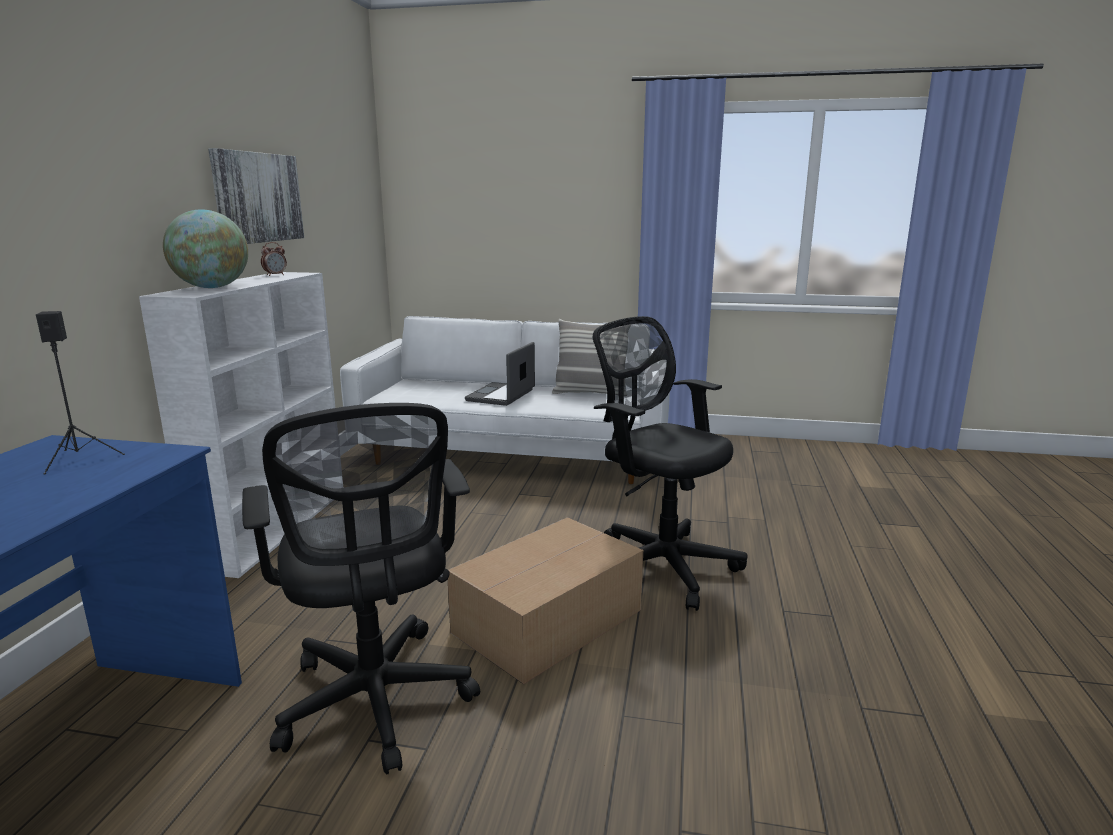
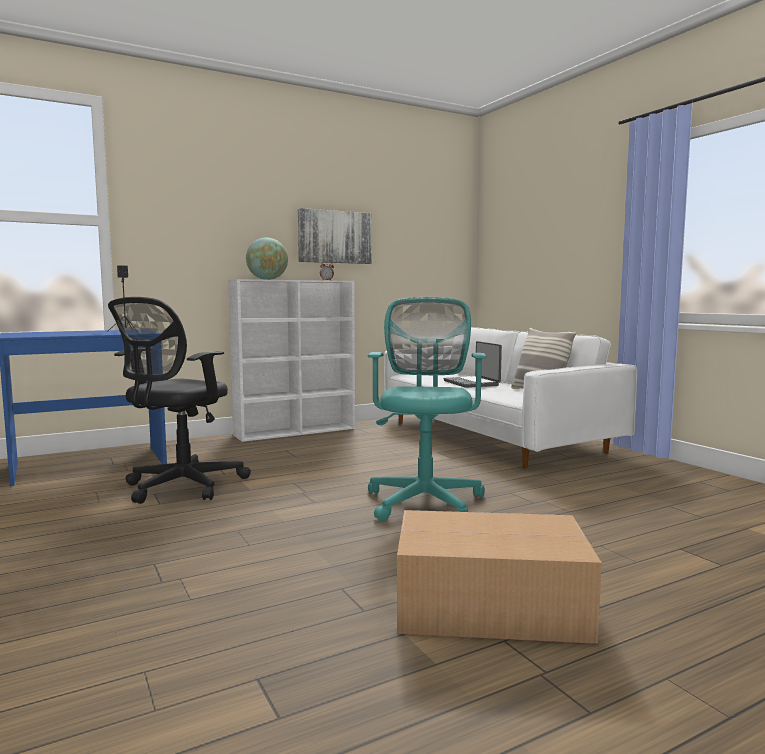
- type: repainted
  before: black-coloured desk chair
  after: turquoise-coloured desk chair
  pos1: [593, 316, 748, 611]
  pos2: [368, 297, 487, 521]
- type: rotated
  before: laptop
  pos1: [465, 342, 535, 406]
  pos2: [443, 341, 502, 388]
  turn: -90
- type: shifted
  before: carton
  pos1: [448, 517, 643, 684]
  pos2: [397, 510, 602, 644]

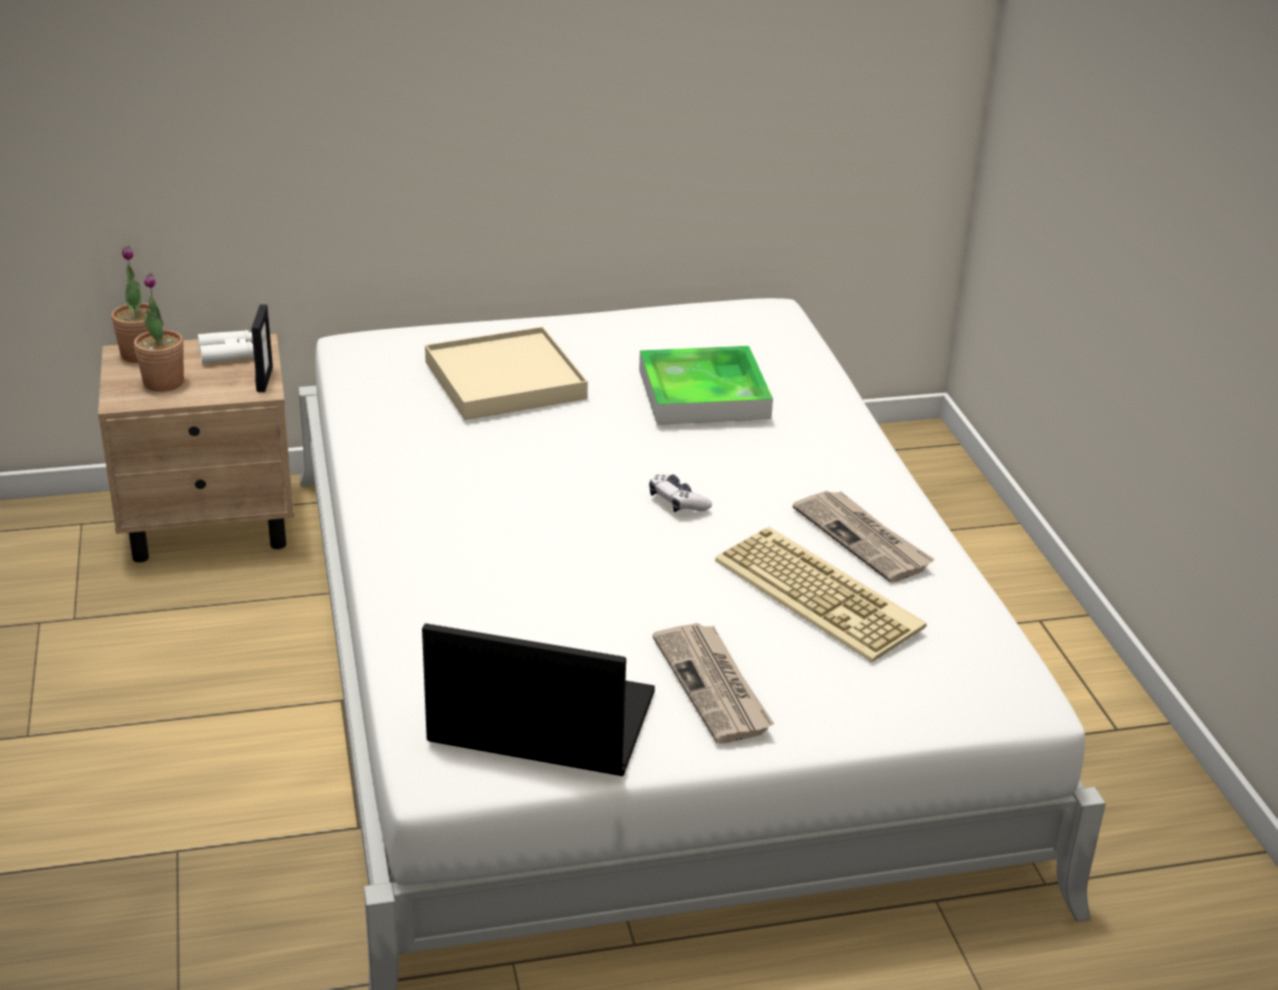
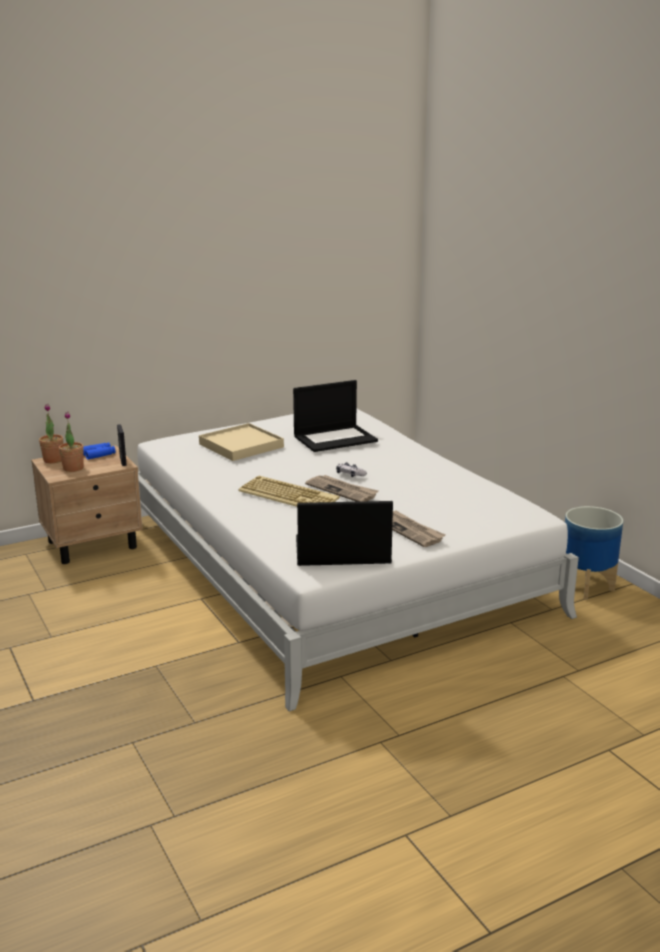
- type: repainted
  before: white-coloured binoculars
  after: blue binoculars
  pos1: [198, 330, 254, 364]
  pos2: [83, 442, 116, 460]
- type: swapped
  before: carrying tray
  after: laptop
  pos1: [639, 346, 773, 425]
  pos2: [293, 380, 378, 452]
- type: shifted
  before: newspaper
  pos1: [793, 491, 935, 582]
  pos2: [305, 475, 379, 502]
- type: shifted
  before: computer keyboard
  pos1: [715, 527, 927, 663]
  pos2: [238, 476, 340, 507]
- type: new
  after: plant pot
  pos2: [565, 506, 623, 600]

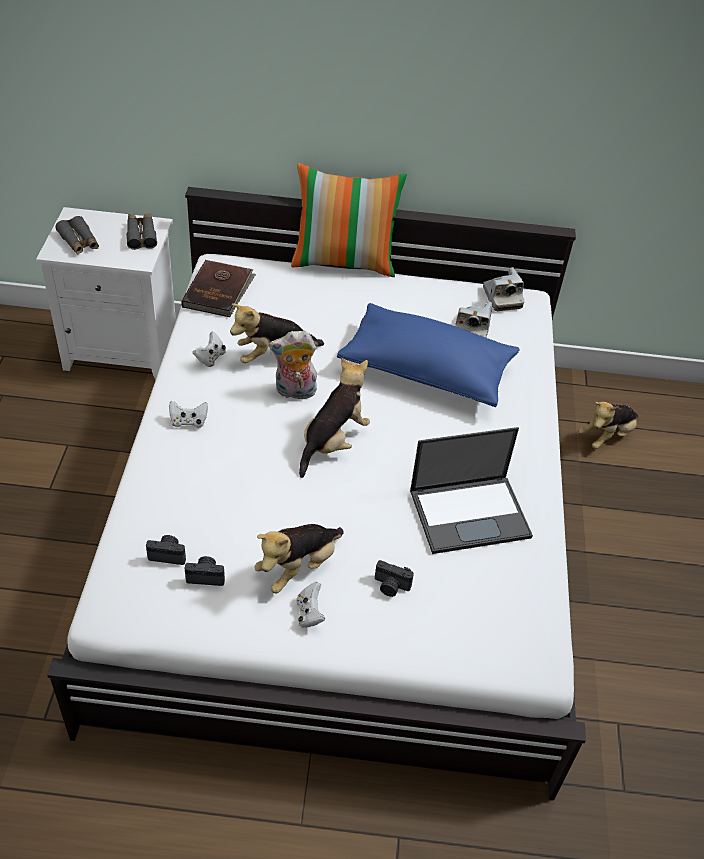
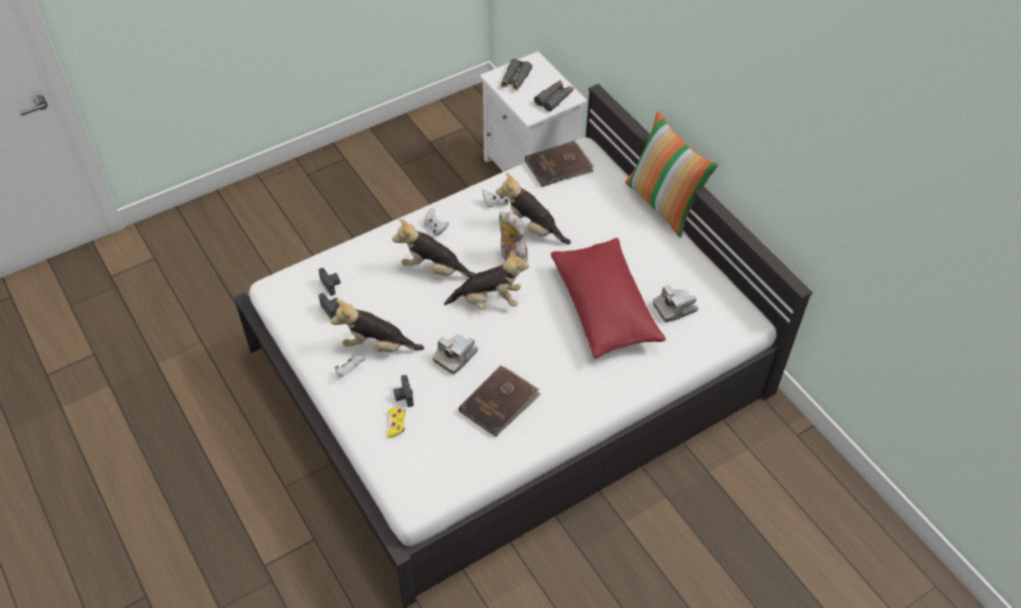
- type: shifted
  before: photo camera
  pos1: [483, 267, 524, 311]
  pos2: [432, 334, 478, 374]
- type: repainted
  before: blue cushion
  after: red-coloured cushion
  pos1: [337, 303, 519, 407]
  pos2: [551, 238, 666, 359]
- type: shifted
  before: cuddly toy
  pos1: [579, 402, 639, 449]
  pos2: [392, 219, 476, 277]
- type: swapped
  before: laptop
  after: brown book
  pos1: [410, 427, 533, 554]
  pos2: [459, 365, 541, 437]
- type: new
  after: yellow joypad
  pos2: [387, 407, 405, 438]

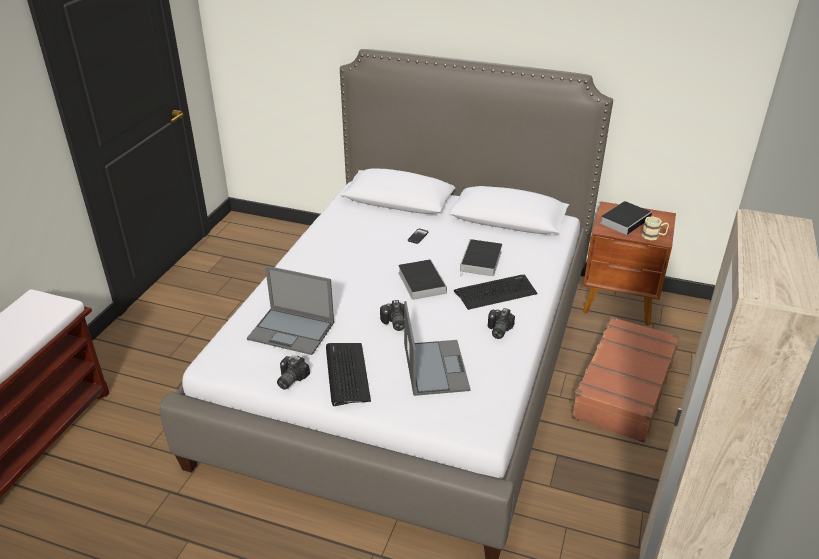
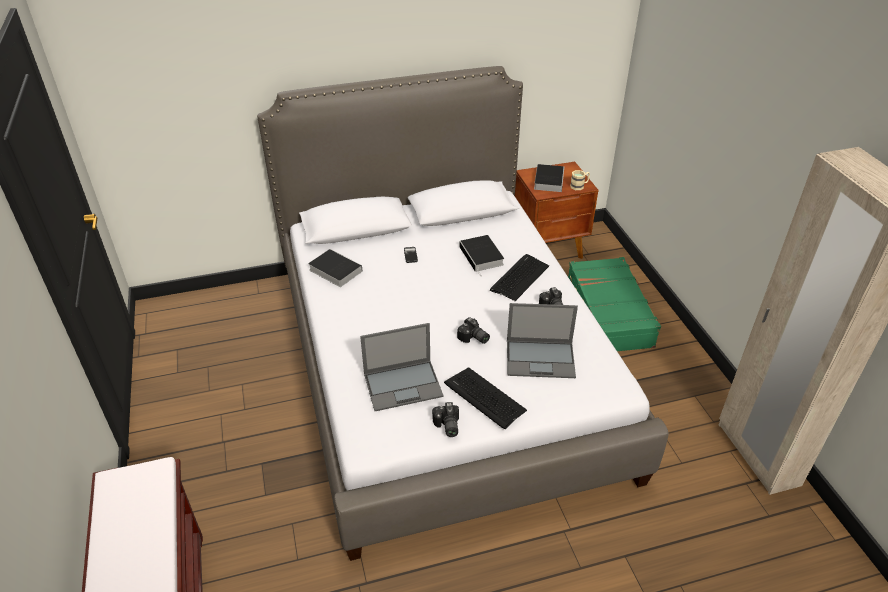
- type: shifted
  before: book
  pos1: [398, 259, 447, 300]
  pos2: [308, 249, 363, 287]
- type: rotated
  before: laptop
  pos1: [404, 301, 471, 396]
  pos2: [507, 303, 578, 378]
  turn: 135
- type: repainted
  before: brown piece of luggage
  after: green piece of luggage
  pos1: [570, 316, 679, 443]
  pos2: [568, 257, 661, 351]

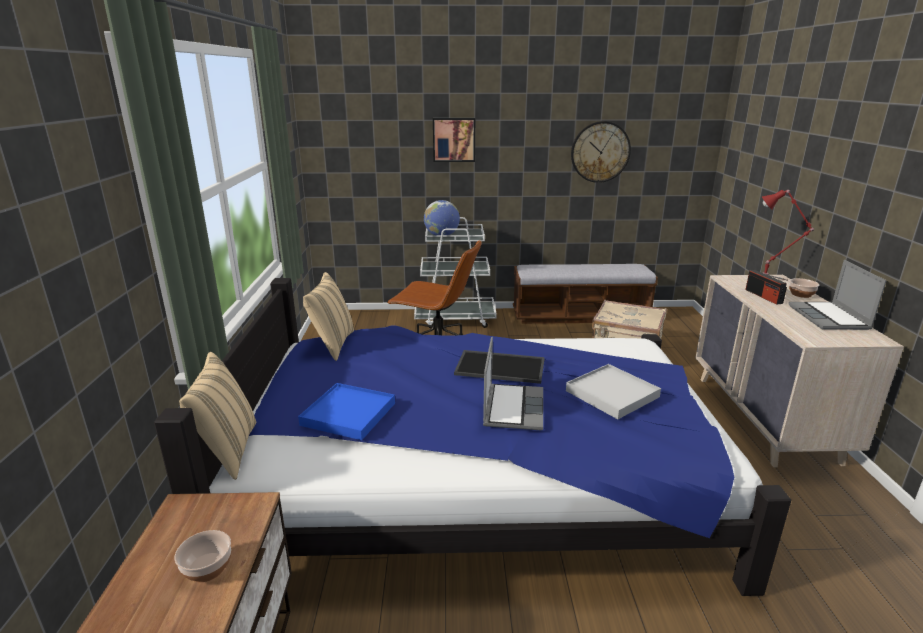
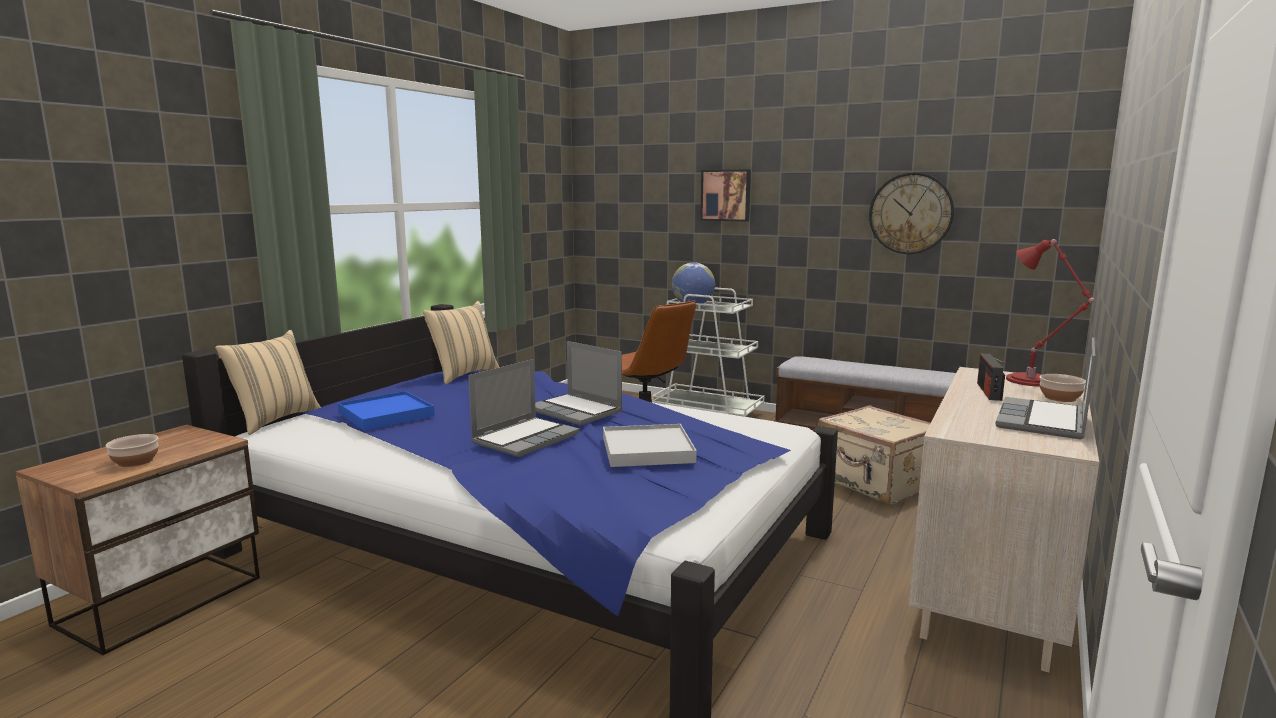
- type: swapped
  before: carrying tray
  after: laptop
  pos1: [454, 350, 545, 384]
  pos2: [535, 341, 623, 425]

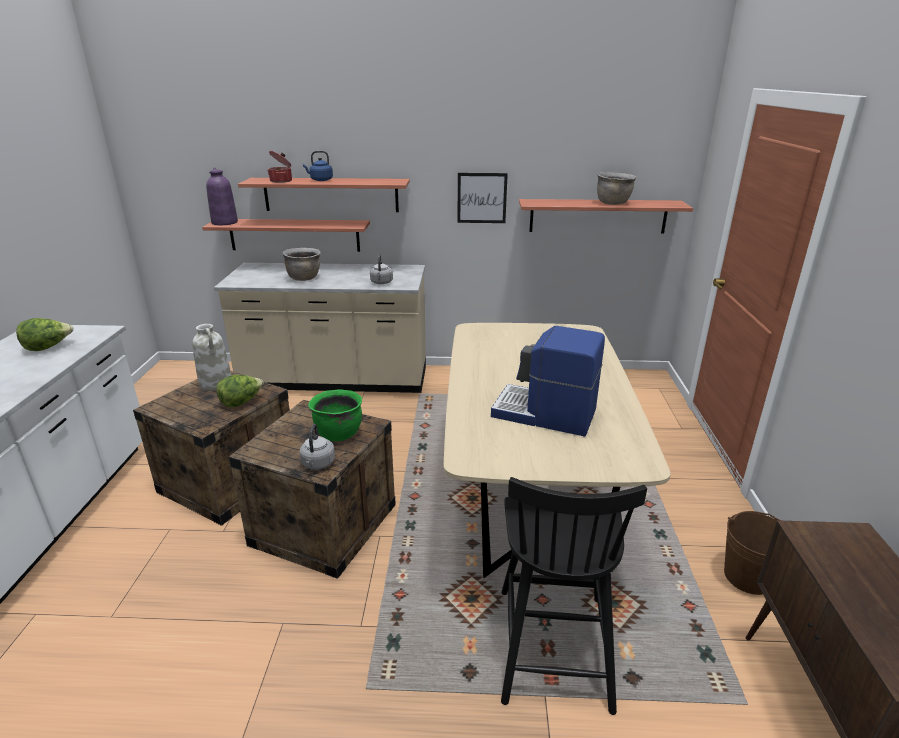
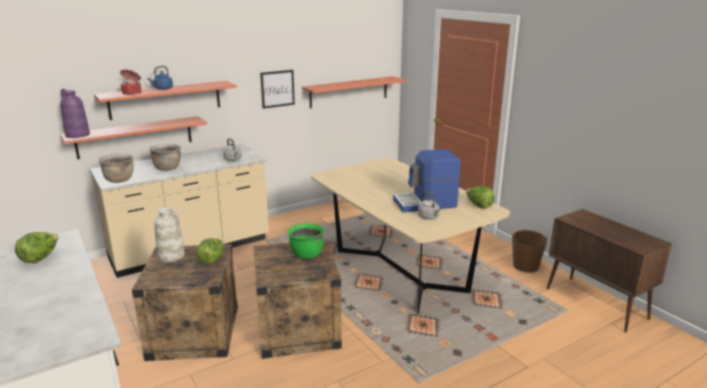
- type: shifted
  before: brown cooking pot
  pos1: [597, 172, 636, 205]
  pos2: [98, 154, 134, 183]
- type: shifted
  before: greyish tea kettle
  pos1: [299, 424, 335, 470]
  pos2: [418, 192, 440, 219]
- type: gone
  before: black-coloured upright chair
  pos1: [501, 477, 647, 715]
- type: new
  after: lettuce head
  pos2: [465, 186, 495, 208]

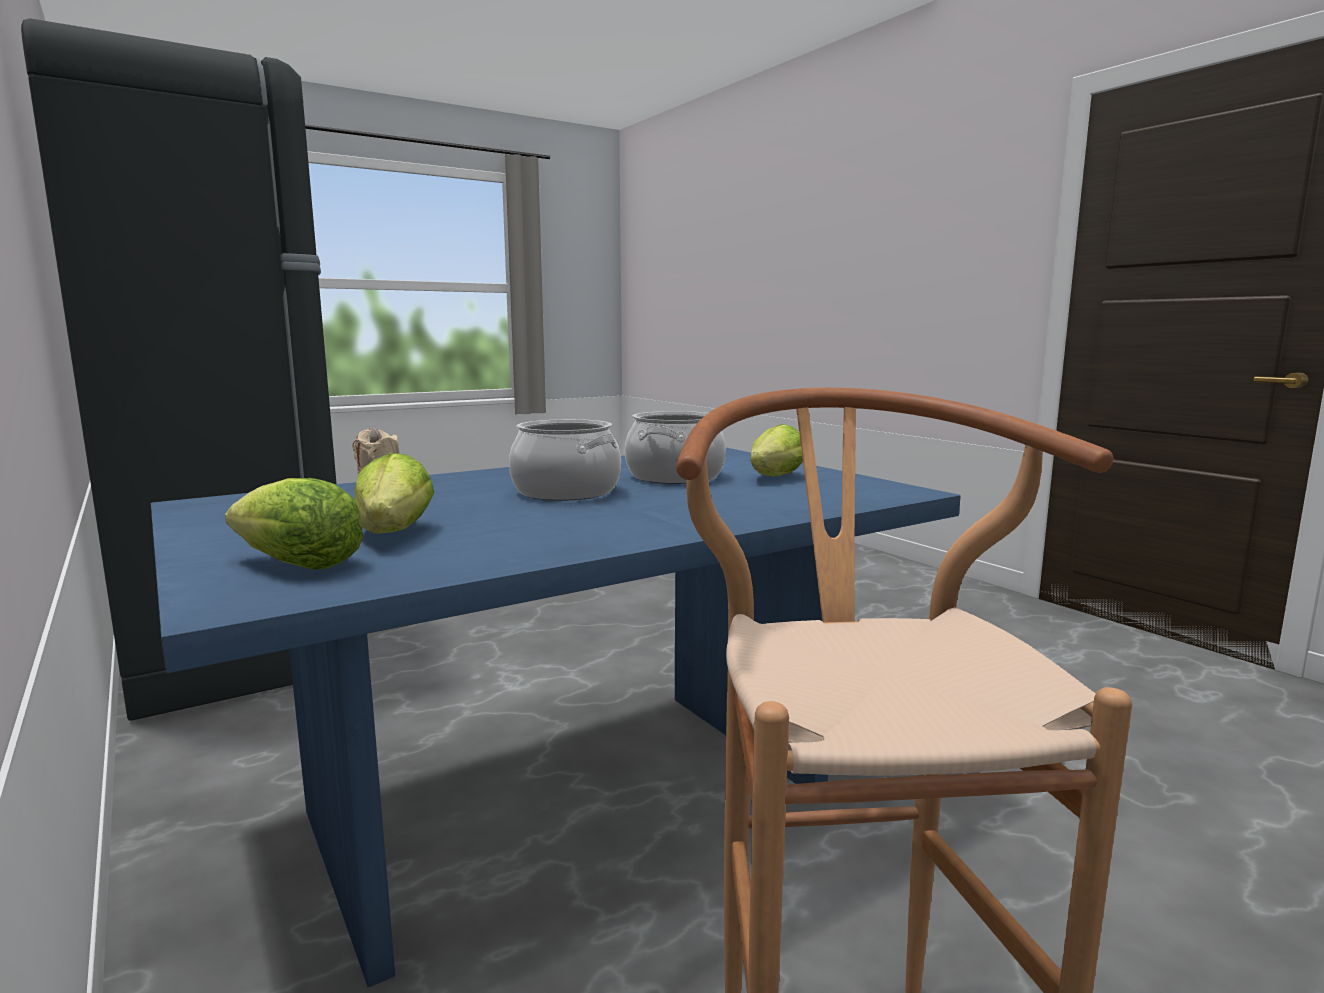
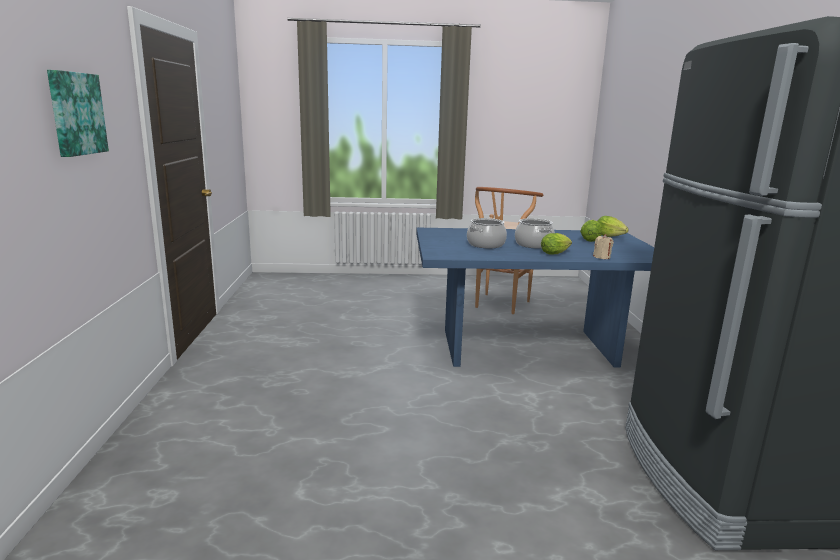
- type: shifted
  before: lettuce head
  pos1: [750, 424, 803, 477]
  pos2: [541, 233, 572, 254]
- type: new
  after: wall art
  pos2: [47, 70, 109, 157]

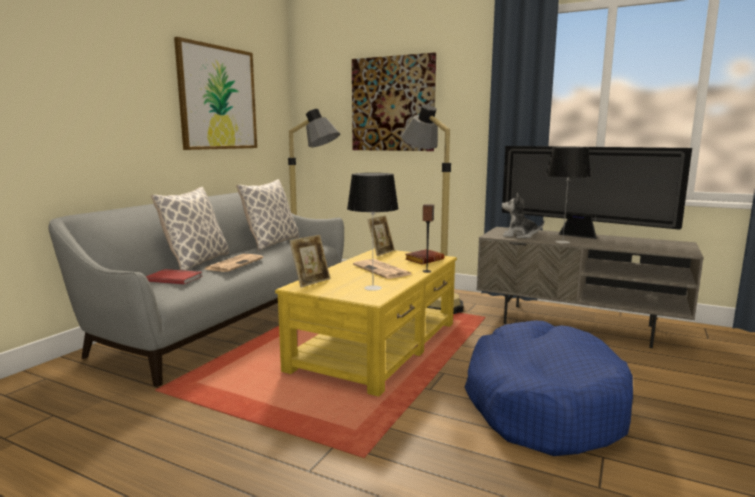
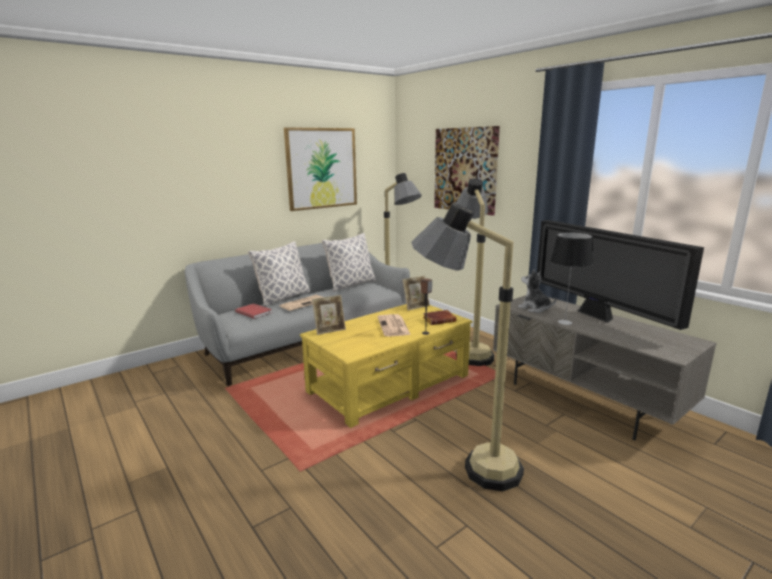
- type: gone
  before: tabletop lamp
  pos1: [347, 173, 399, 291]
- type: swapped
  before: blue dog cushion
  after: standard lamp
  pos1: [465, 320, 633, 456]
  pos2: [411, 203, 524, 491]

